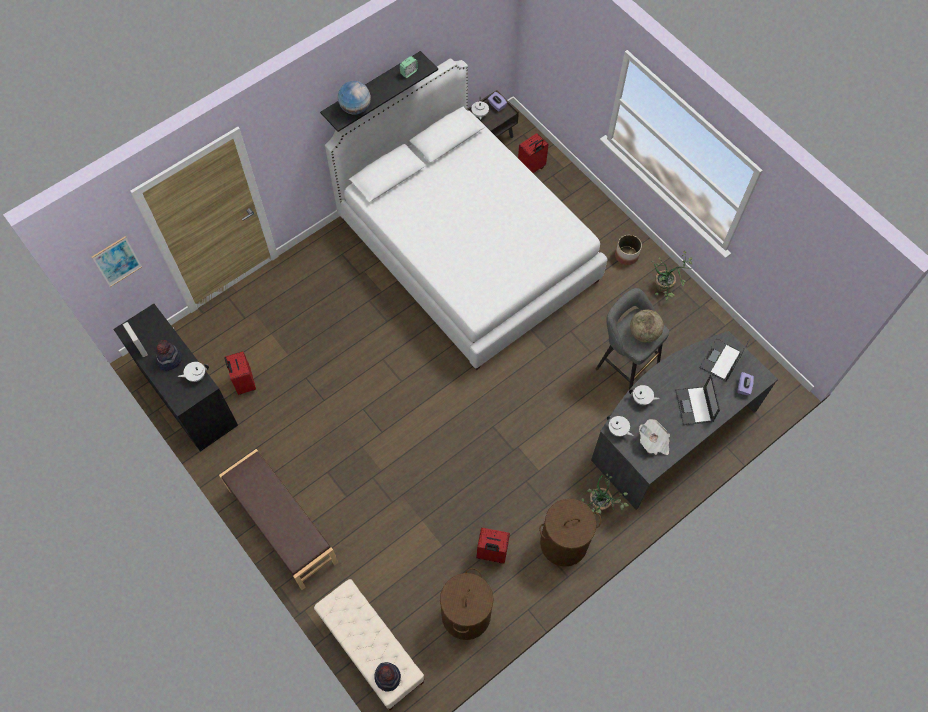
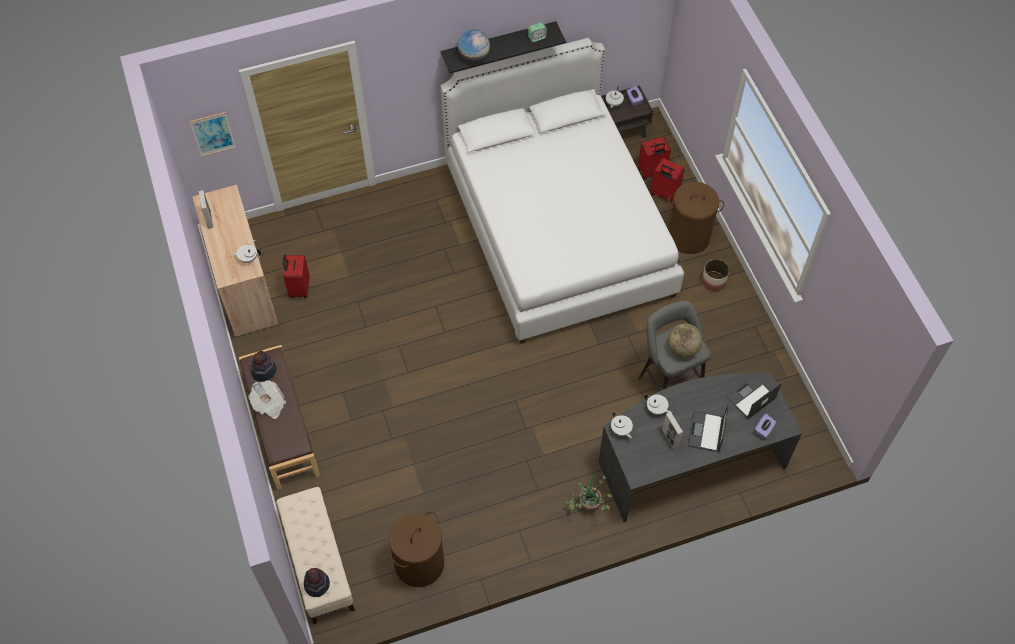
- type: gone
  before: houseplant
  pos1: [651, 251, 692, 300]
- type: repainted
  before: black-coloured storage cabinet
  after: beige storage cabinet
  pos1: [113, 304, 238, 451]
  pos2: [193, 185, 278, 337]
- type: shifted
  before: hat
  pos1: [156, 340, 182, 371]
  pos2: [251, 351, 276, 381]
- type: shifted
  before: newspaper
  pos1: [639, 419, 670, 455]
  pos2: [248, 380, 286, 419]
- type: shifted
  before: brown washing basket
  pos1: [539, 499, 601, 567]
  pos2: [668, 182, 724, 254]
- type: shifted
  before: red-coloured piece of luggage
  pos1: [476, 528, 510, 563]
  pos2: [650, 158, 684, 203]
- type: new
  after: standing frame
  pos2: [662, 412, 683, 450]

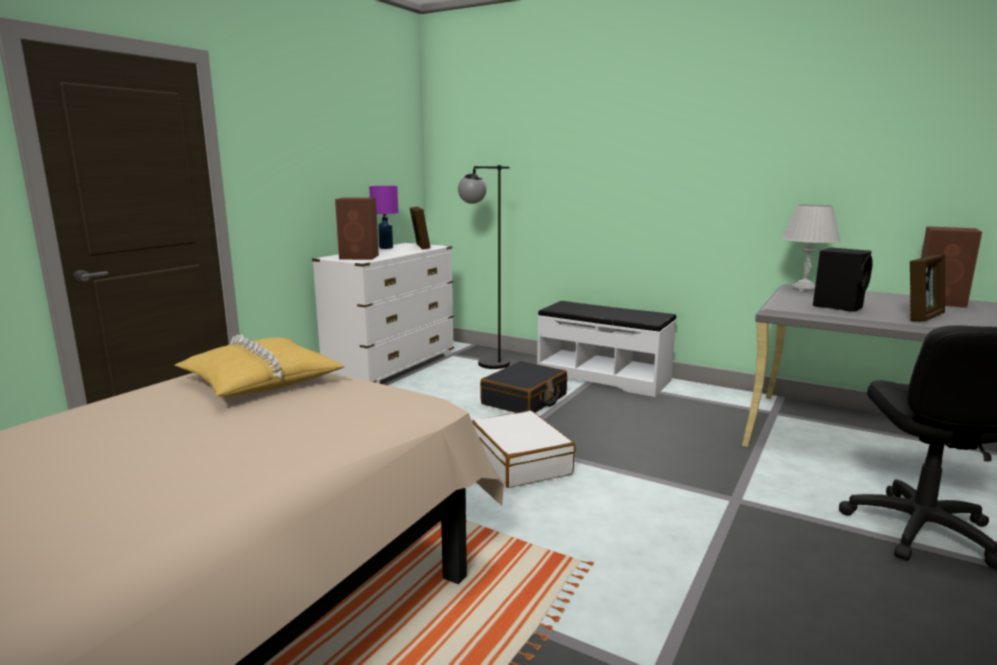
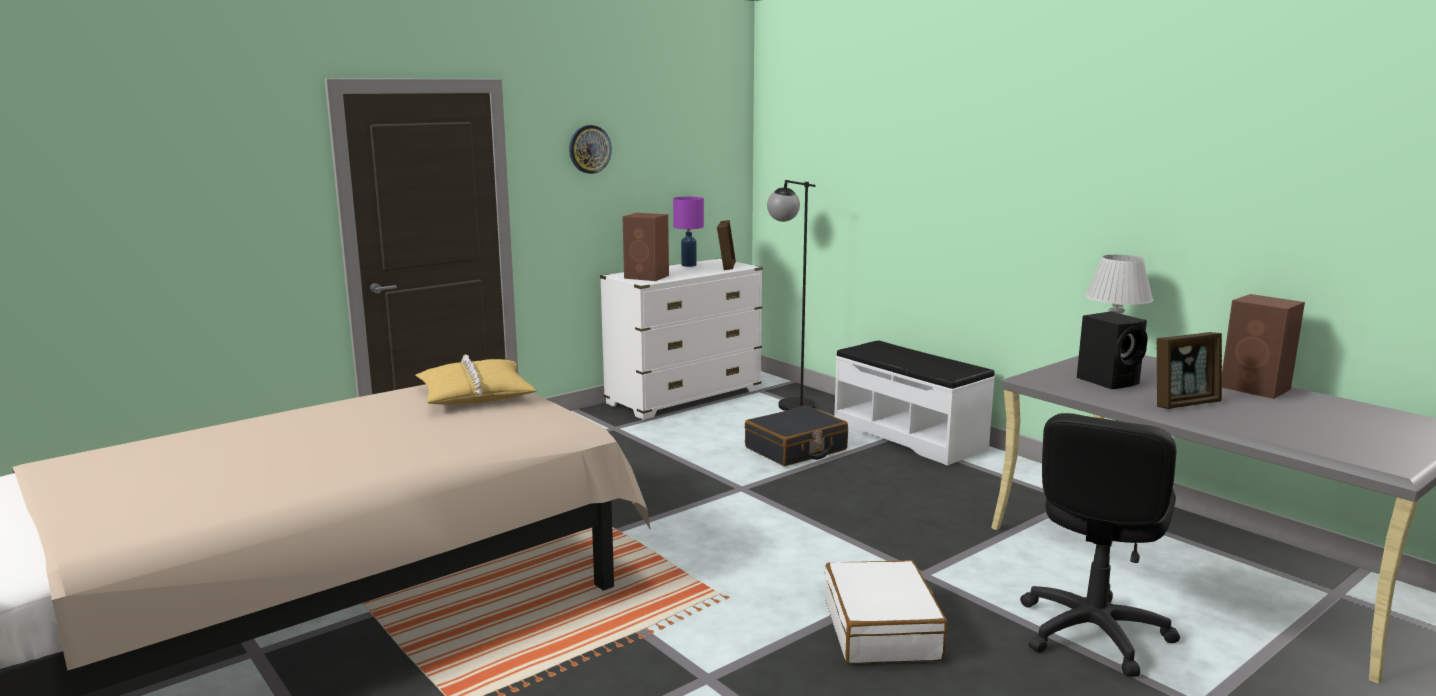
- type: shifted
  before: white-coloured piece of luggage
  pos1: [472, 410, 576, 488]
  pos2: [825, 560, 948, 664]
- type: new
  after: clock on the wall
  pos2: [569, 125, 612, 174]

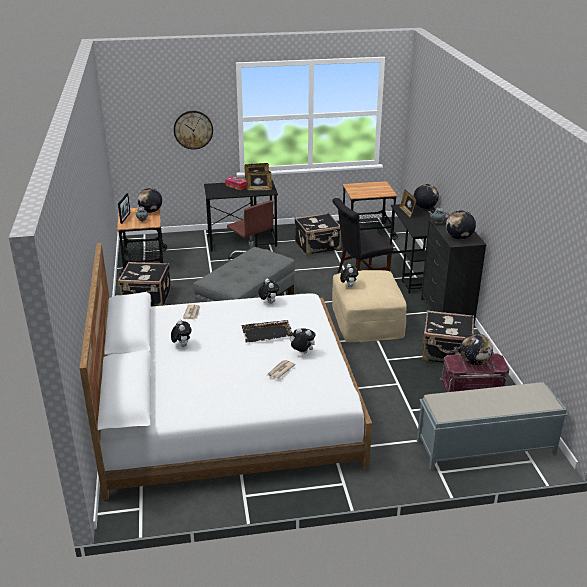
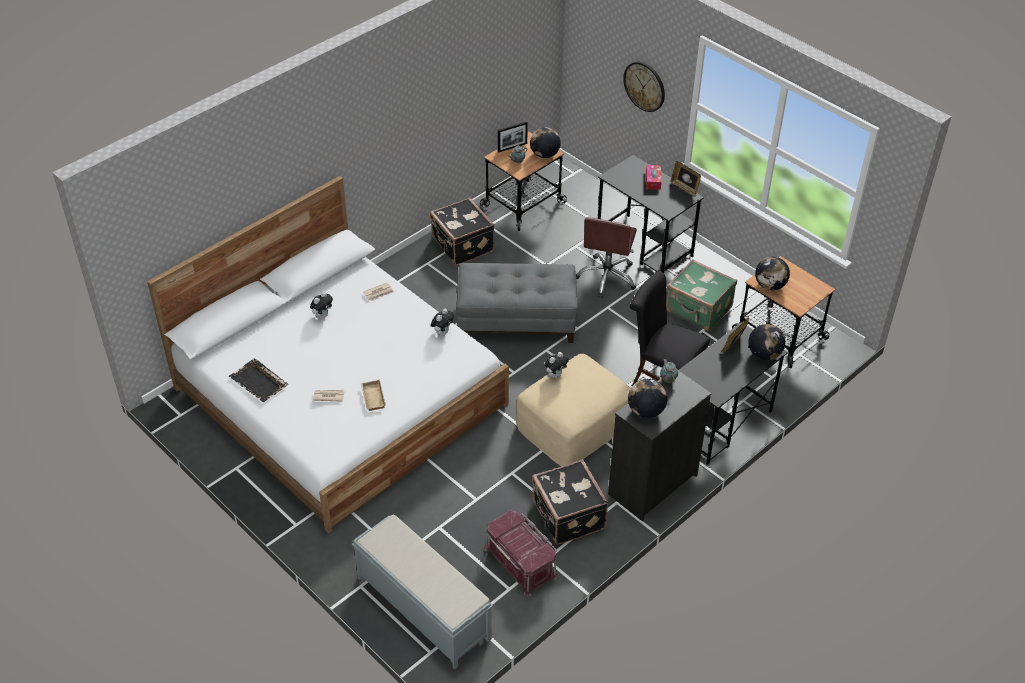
- type: gone
  before: standing frame
  pos1: [246, 171, 272, 190]
- type: repainted
  before: black-coloured piece of luggage
  after: green piece of luggage
  pos1: [295, 213, 341, 255]
  pos2: [666, 259, 737, 331]
- type: shifted
  before: black-coloured carrying tray
  pos1: [242, 320, 293, 343]
  pos2: [229, 358, 289, 402]
- type: swapped
  before: cuddly toy
  after: beige carrying tray
  pos1: [290, 328, 316, 353]
  pos2: [361, 380, 386, 411]
- type: shifted
  before: world globe
  pos1: [460, 333, 493, 365]
  pos2: [755, 257, 790, 291]

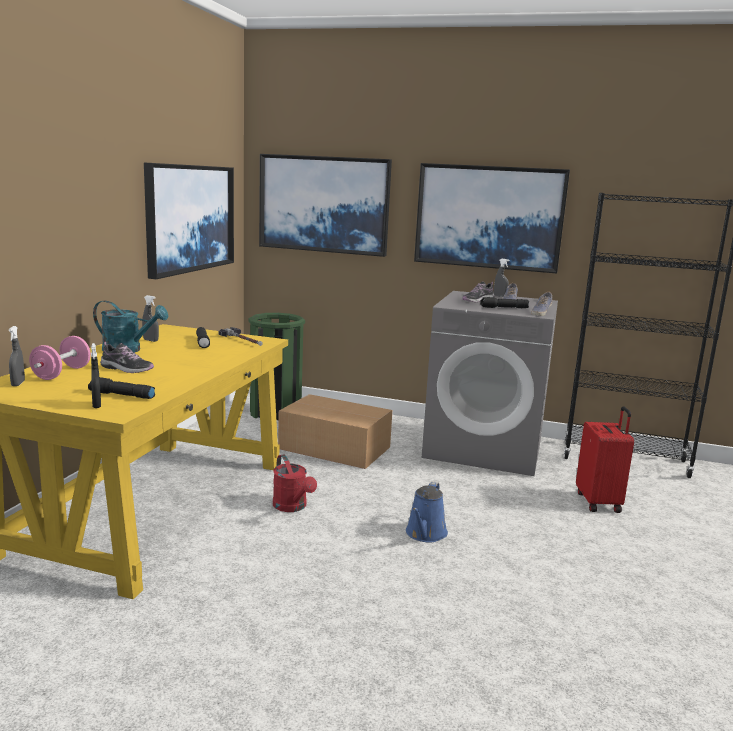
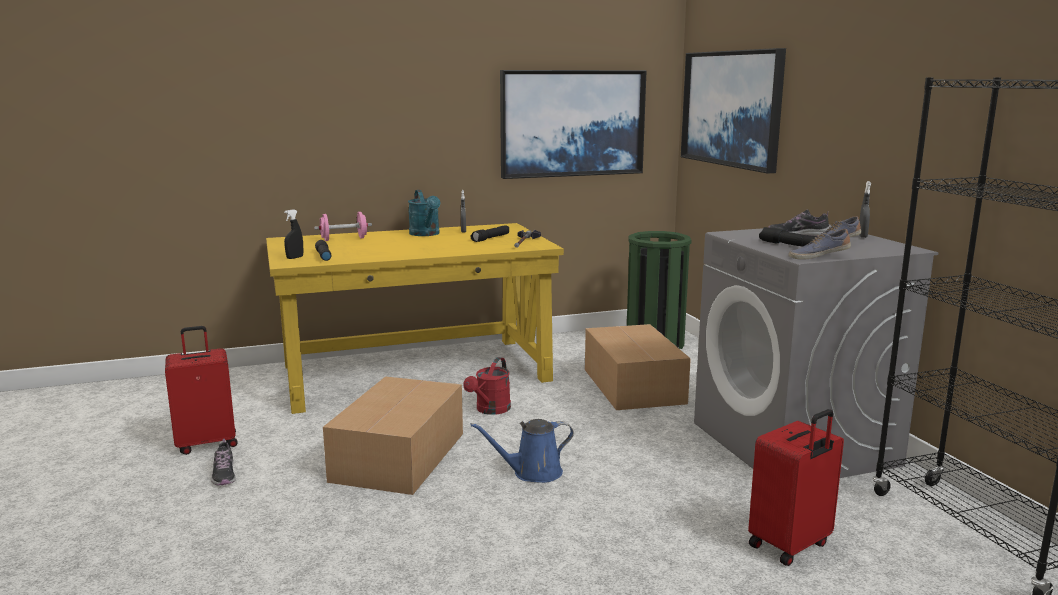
- type: gone
  before: wall art
  pos1: [414, 163, 570, 274]
- type: gone
  before: greyish hand sprayer
  pos1: [9, 326, 25, 386]
- type: shifted
  before: item of footwear
  pos1: [100, 342, 154, 373]
  pos2: [211, 439, 236, 485]
- type: new
  after: red-coloured piece of luggage
  pos2: [165, 326, 238, 455]
- type: new
  after: carton
  pos2: [323, 376, 463, 495]

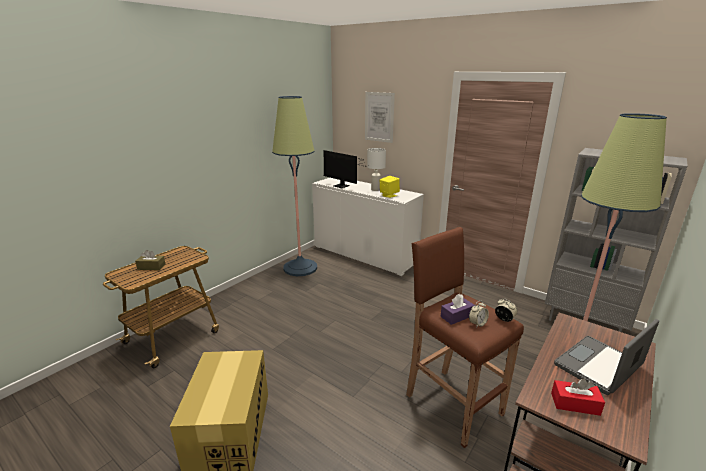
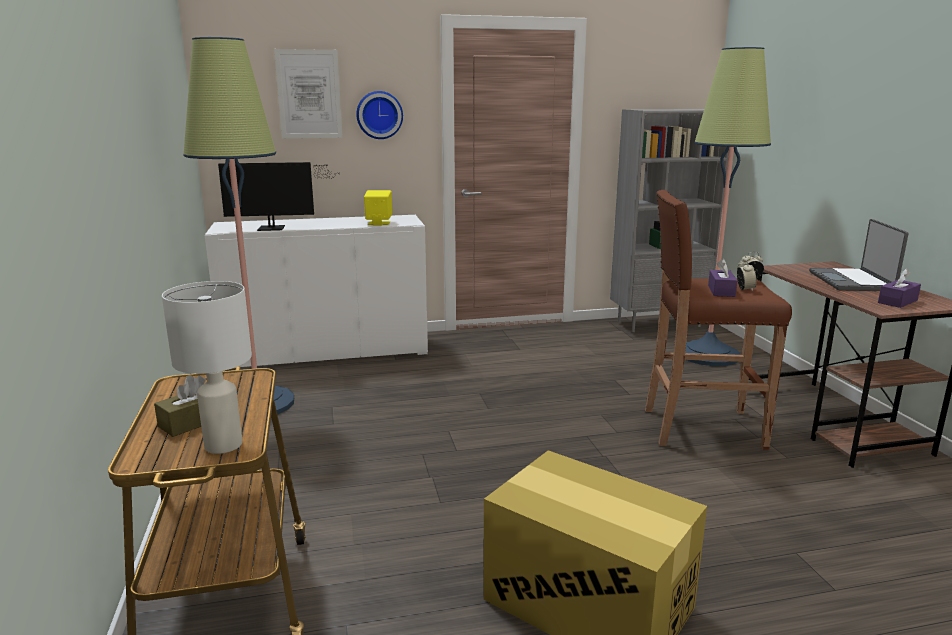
- type: shifted
  before: white-coloured tabletop lamp
  pos1: [367, 148, 386, 191]
  pos2: [162, 281, 252, 454]
- type: repainted
  before: red-coloured tissue box
  after: purplish tissue box
  pos1: [551, 378, 605, 416]
  pos2: [878, 268, 921, 308]
- type: new
  after: clock on the wall
  pos2: [356, 91, 403, 139]

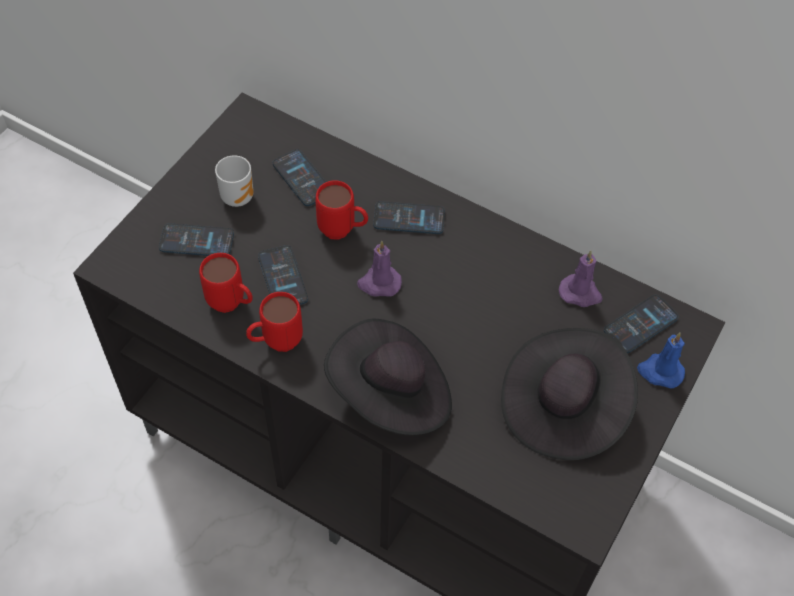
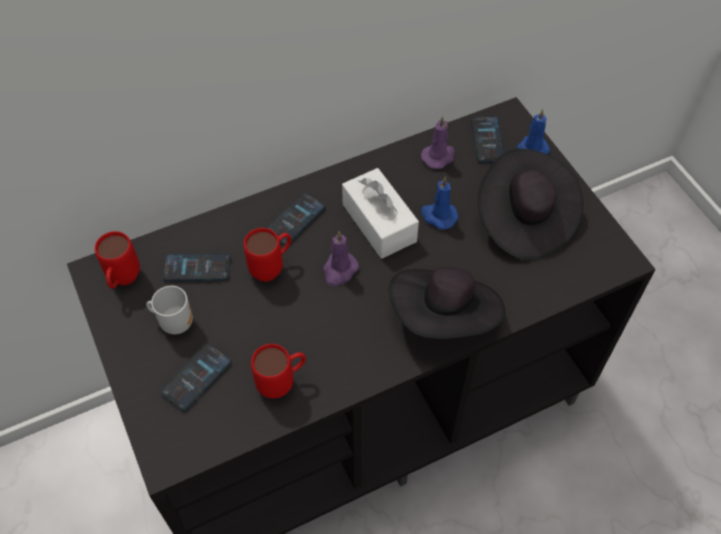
- type: gone
  before: telephone
  pos1: [258, 245, 308, 305]
- type: shifted
  before: red-coloured coffee mug
  pos1: [246, 292, 303, 352]
  pos2: [95, 231, 140, 289]
- type: new
  after: white-coloured tissue box
  pos2: [342, 168, 419, 259]
- type: new
  after: blue wax candle
  pos2: [421, 177, 458, 230]

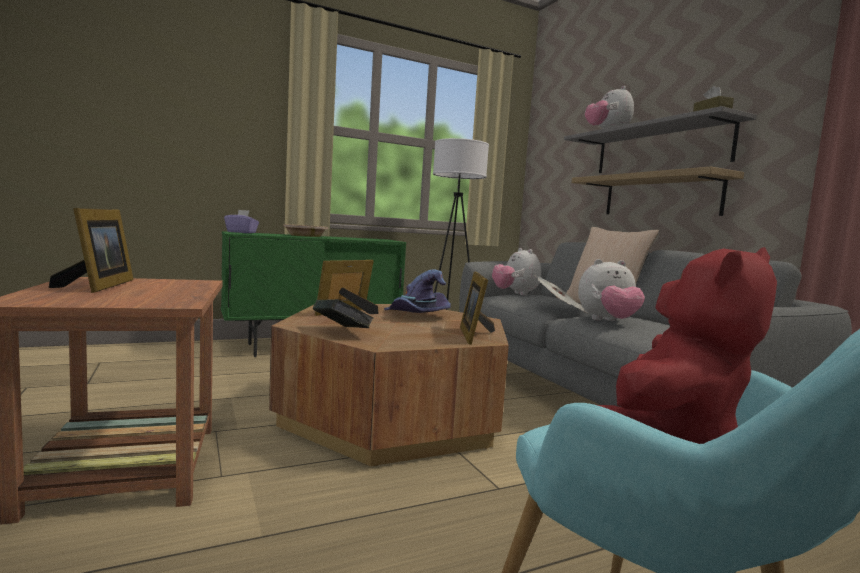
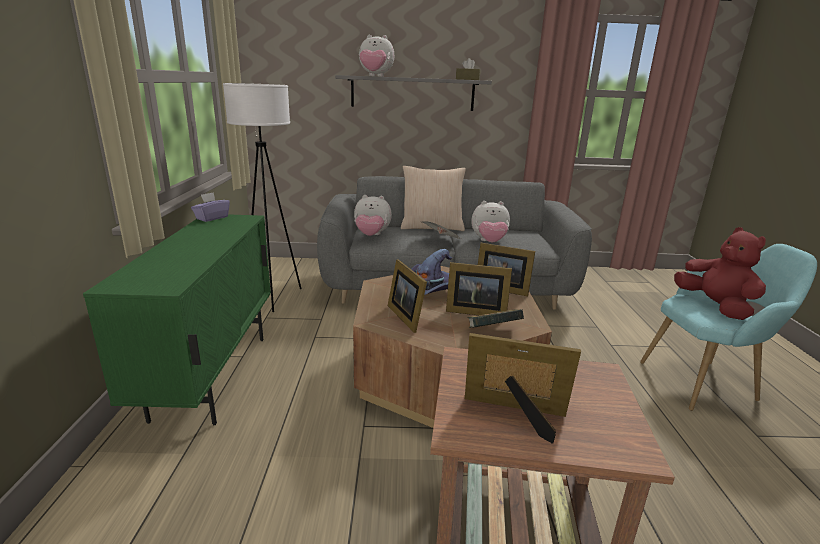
- type: gone
  before: bracket shelf
  pos1: [572, 167, 744, 216]
- type: shifted
  before: purplish tissue box
  pos1: [224, 210, 259, 233]
  pos2: [191, 192, 230, 222]
- type: gone
  before: beige serving bowl
  pos1: [283, 224, 328, 237]
- type: rotated
  before: cuddly toy
  pos1: [578, 259, 645, 321]
  pos2: [471, 201, 510, 242]
  turn: 75
- type: new
  after: standing frame
  pos2: [446, 262, 512, 315]

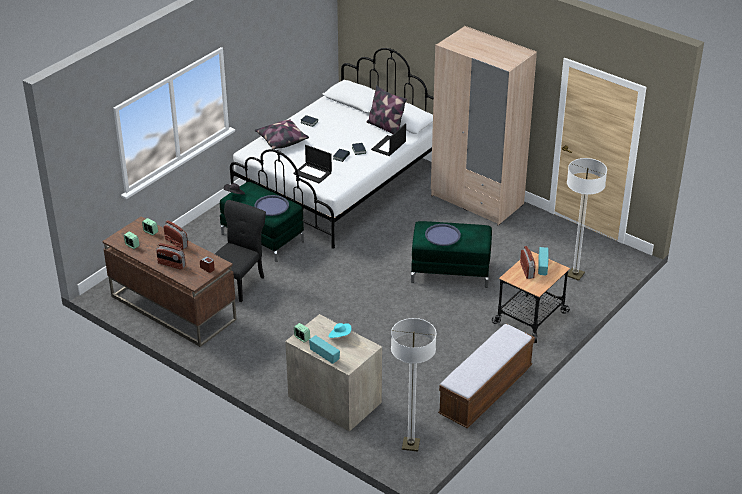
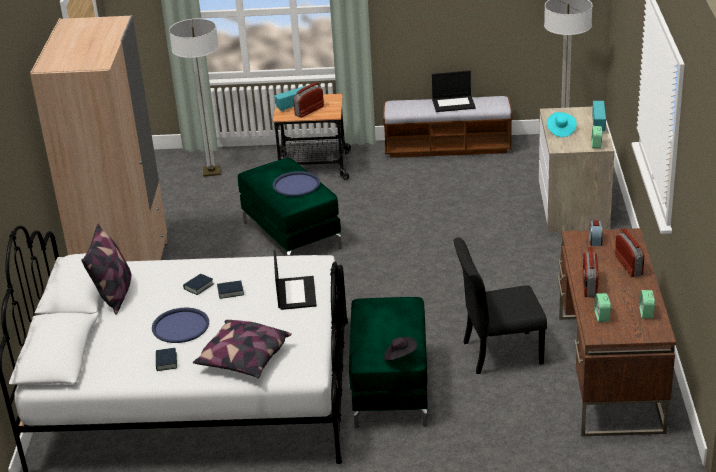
- type: shifted
  before: laptop
  pos1: [371, 124, 406, 156]
  pos2: [432, 70, 476, 112]
- type: shifted
  before: blue carrying tray
  pos1: [255, 195, 289, 216]
  pos2: [152, 307, 209, 343]

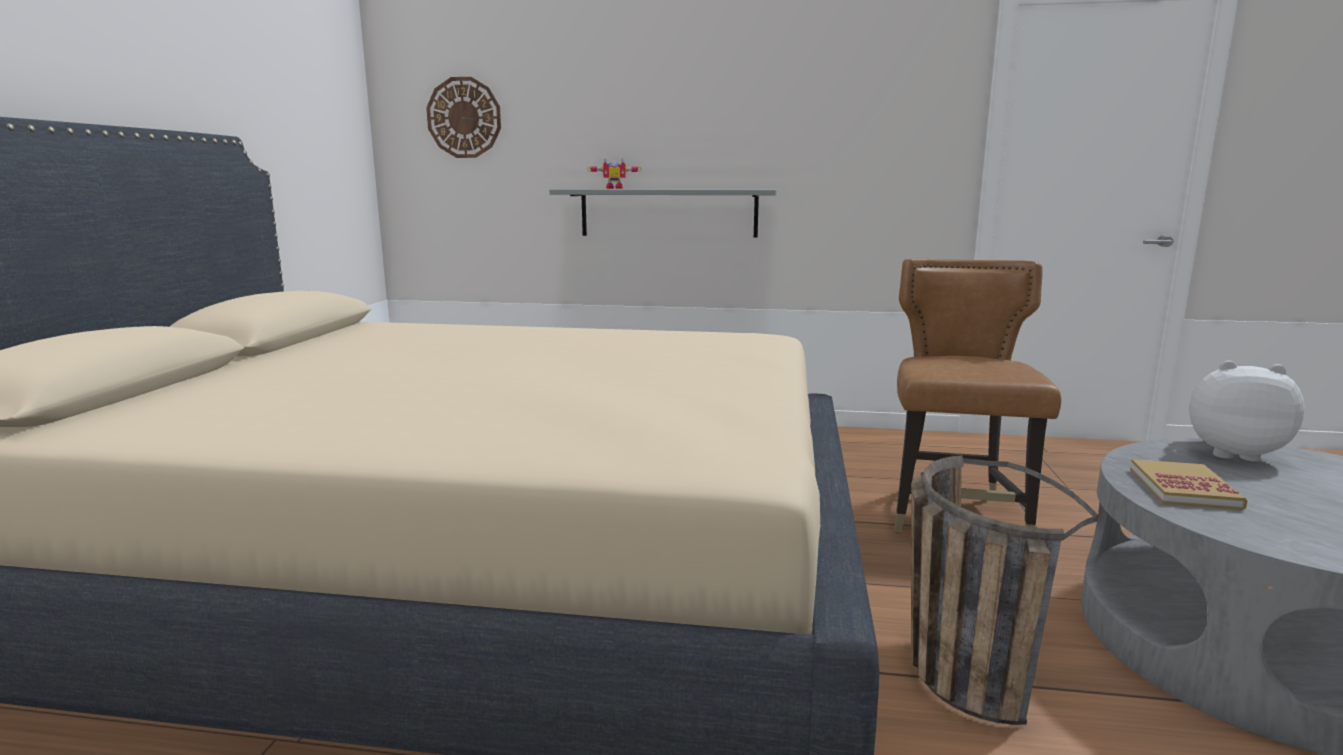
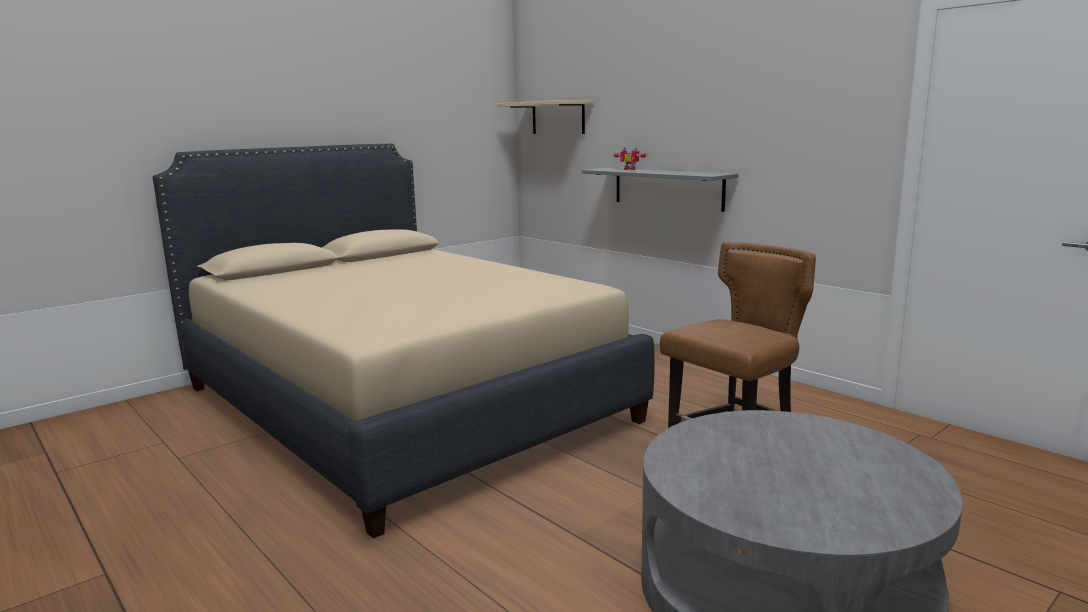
- type: swapped
  before: clock on the wall
  after: beige bracket shelf
  pos1: [426, 77, 501, 158]
  pos2: [497, 100, 593, 134]
- type: gone
  before: cuddly toy
  pos1: [1189, 361, 1305, 462]
- type: gone
  before: storage basket
  pos1: [911, 456, 1098, 725]
- type: gone
  before: book
  pos1: [1130, 459, 1248, 510]

